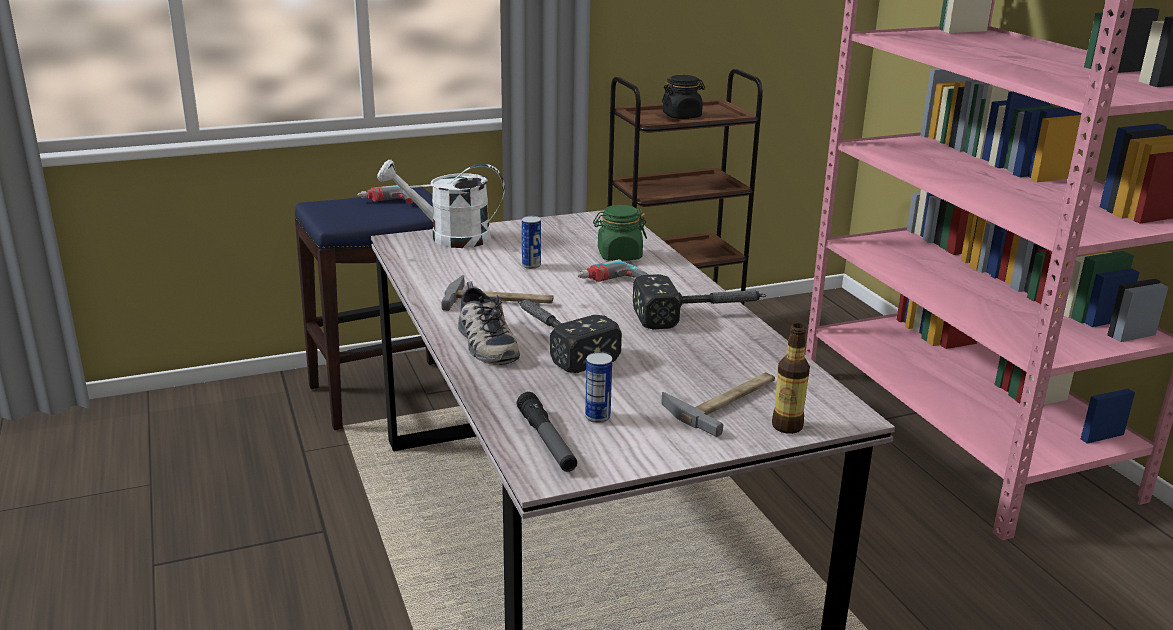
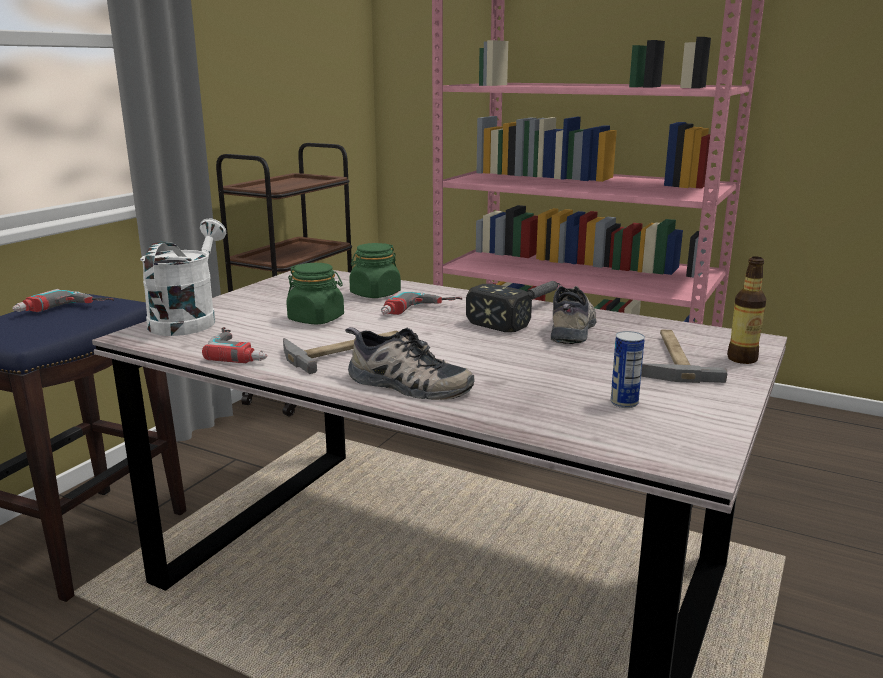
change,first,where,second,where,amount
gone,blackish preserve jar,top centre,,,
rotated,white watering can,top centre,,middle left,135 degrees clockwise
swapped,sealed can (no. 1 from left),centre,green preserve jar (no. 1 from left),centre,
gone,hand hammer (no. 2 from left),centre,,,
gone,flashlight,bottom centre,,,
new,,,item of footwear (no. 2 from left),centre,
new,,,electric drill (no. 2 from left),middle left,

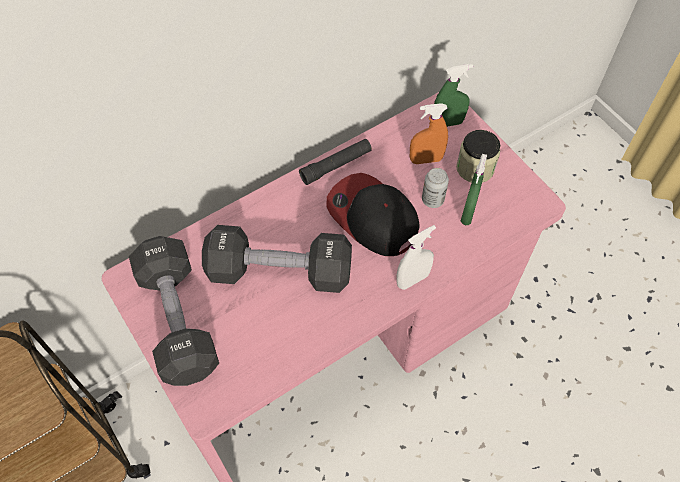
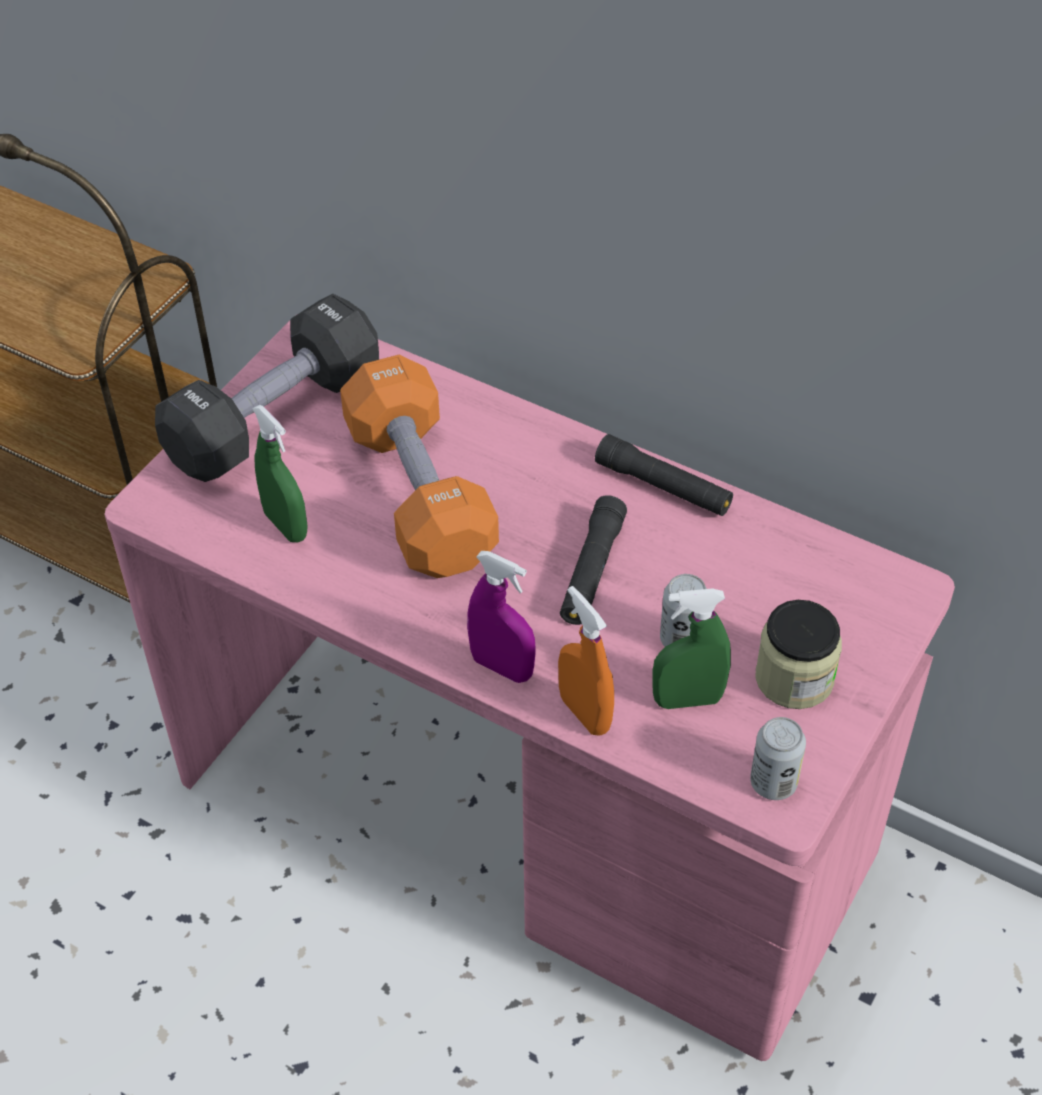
change,first,where,second,where,amount
shifted,green hand sprayer (no. 1 from left),top centre,,middle left,
shifted,orange hand sprayer,top centre,,centre,
swapped,peaked cap,centre,blackish flashlight (no. 1 from left),centre,
repainted,blackish hand weight (no. 2 from left),centre,orange hand weight,centre,
repainted,white hand sprayer,centre,purple hand sprayer,centre,
new,,,sealed can (no. 2 from left),bottom right,

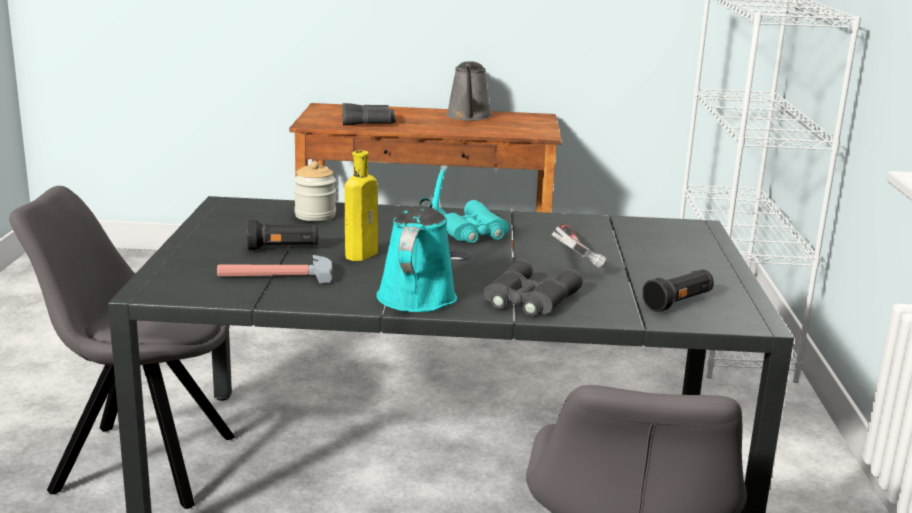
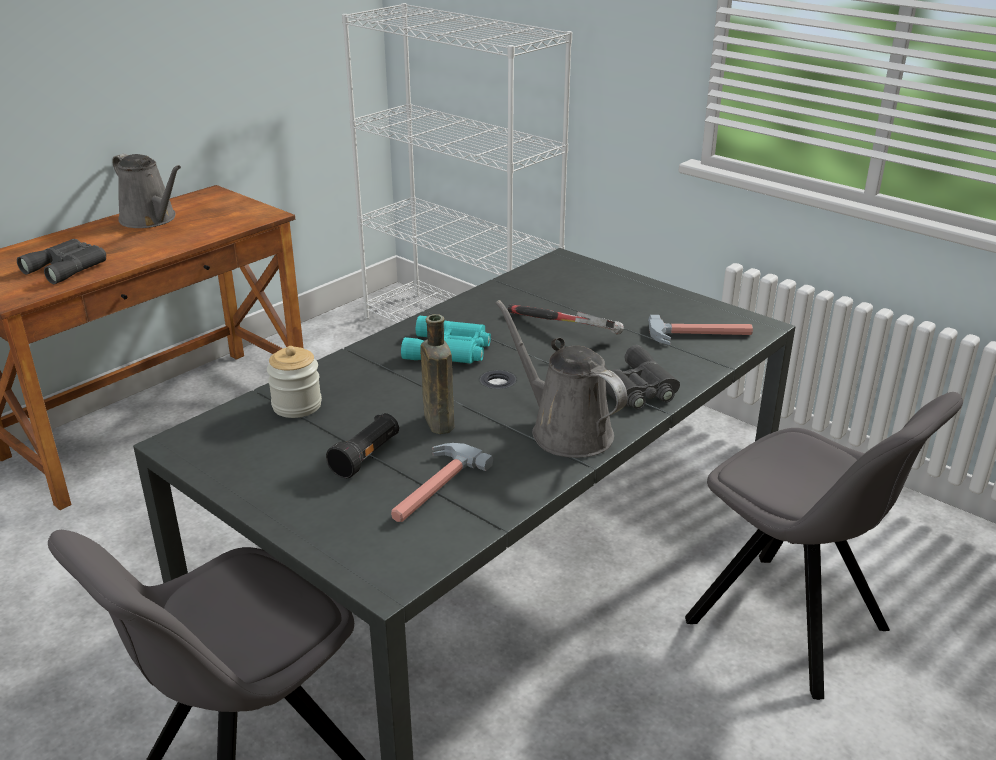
change,first,where,second,where,amount
repainted,yellow drink bottle,centre,brownish drink bottle,centre,
repainted,blue-green watering can,centre,grey watering can (no. 2 from left),centre,
swapped,blackish flashlight (no. 2 from left),middle right,hand hammer (no. 3 from left),middle right,

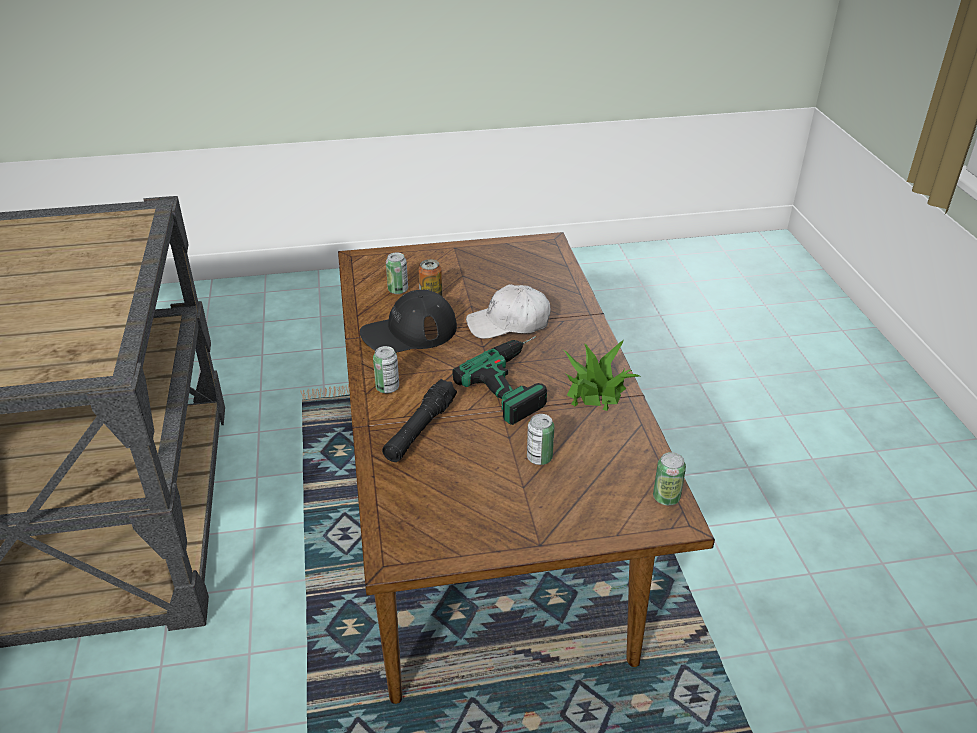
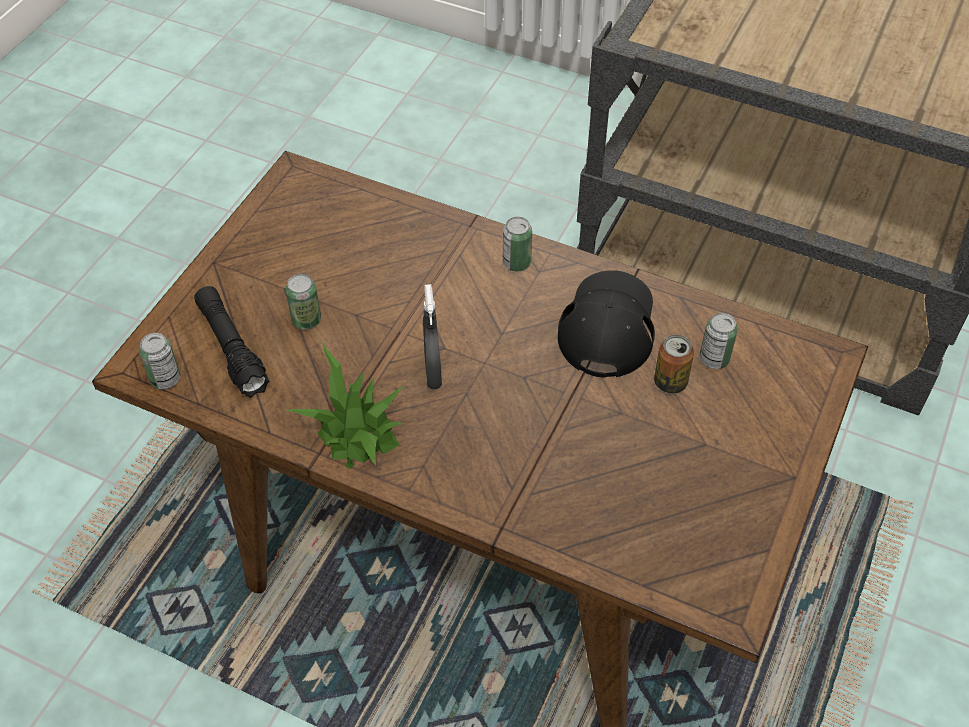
change,first,where,second,where,amount
gone,white peaked cap,centre,,,
swapped,electric drill,centre,grey hand sprayer,centre,
shifted,blackish flashlight,centre,,middle left,

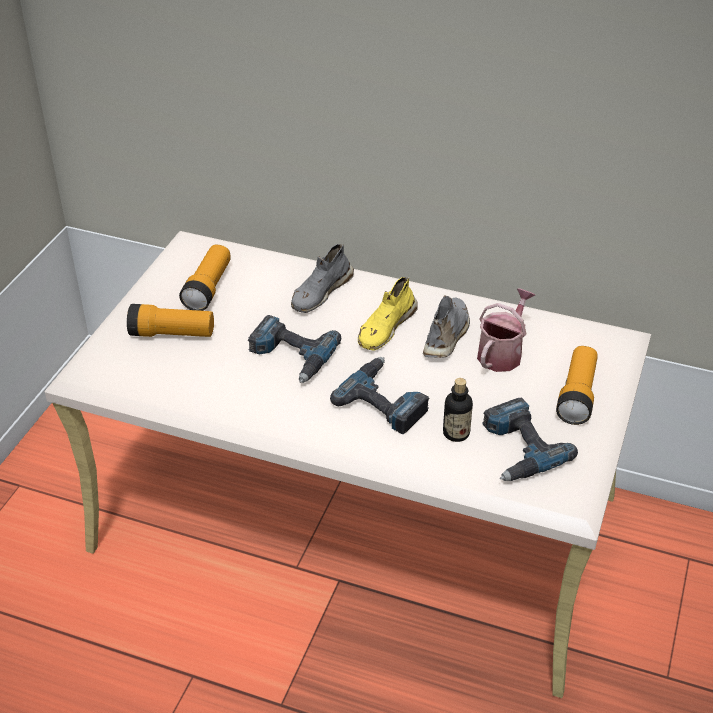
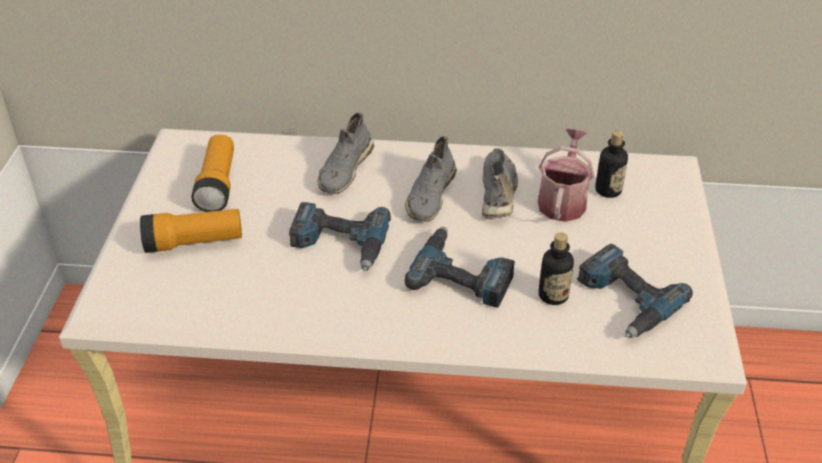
change,first,where,second,where,amount
repainted,yellow item of footwear,centre,grey item of footwear (no. 2 from left),centre,
gone,flashlight (no. 3 from left),middle right,,,
new,,,drink bottle (no. 2 from left),middle right,

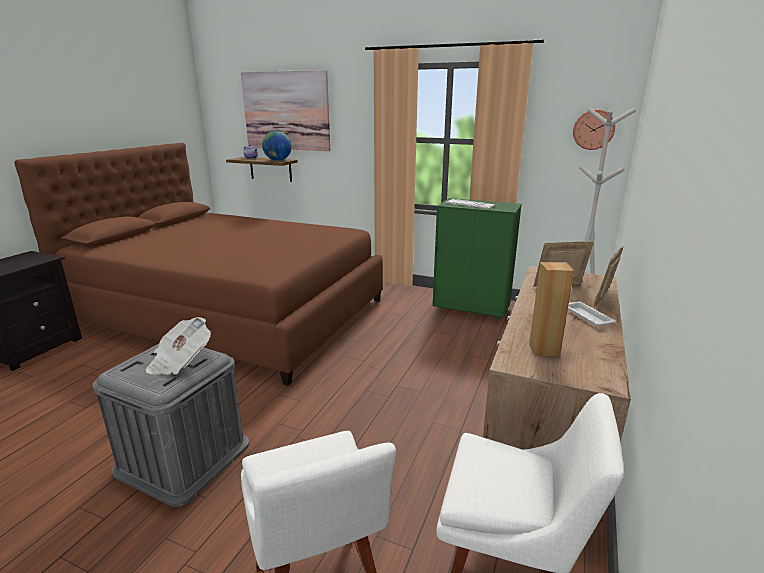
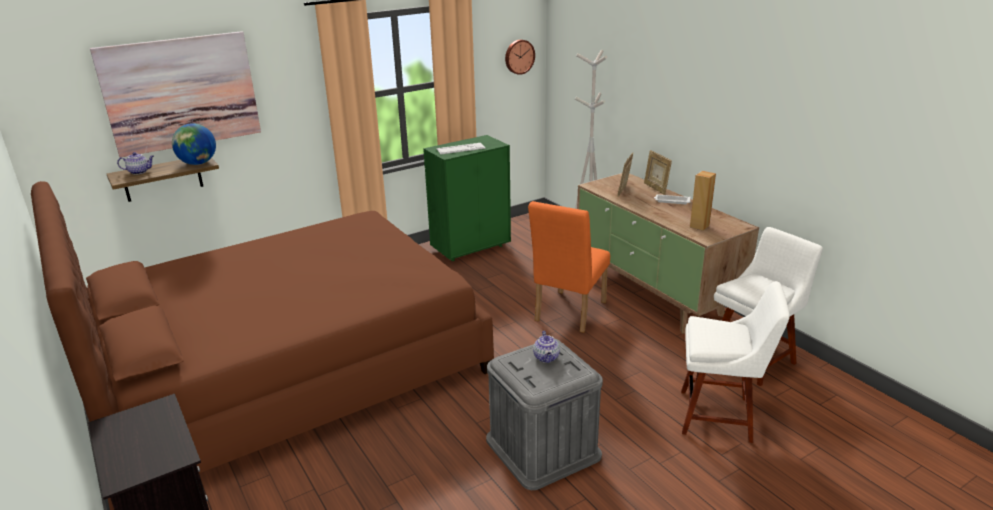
change,first,where,second,where,amount
swapped,newspaper,middle left,teapot (no. 2 from left),bottom centre,
new,,,orange chair,centre,

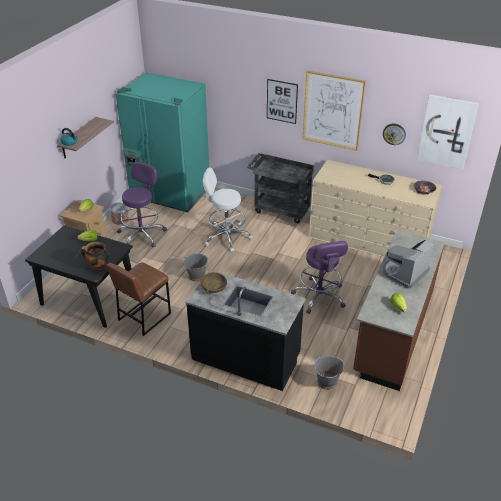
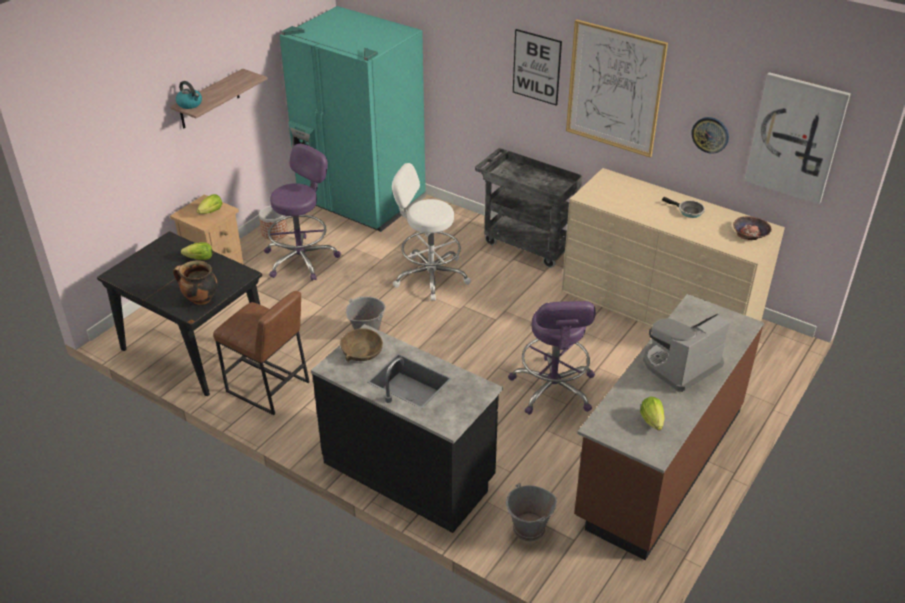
change,first,where,second,where,amount
rotated,brownish chair,middle left,,middle left,105 degrees counterclockwise

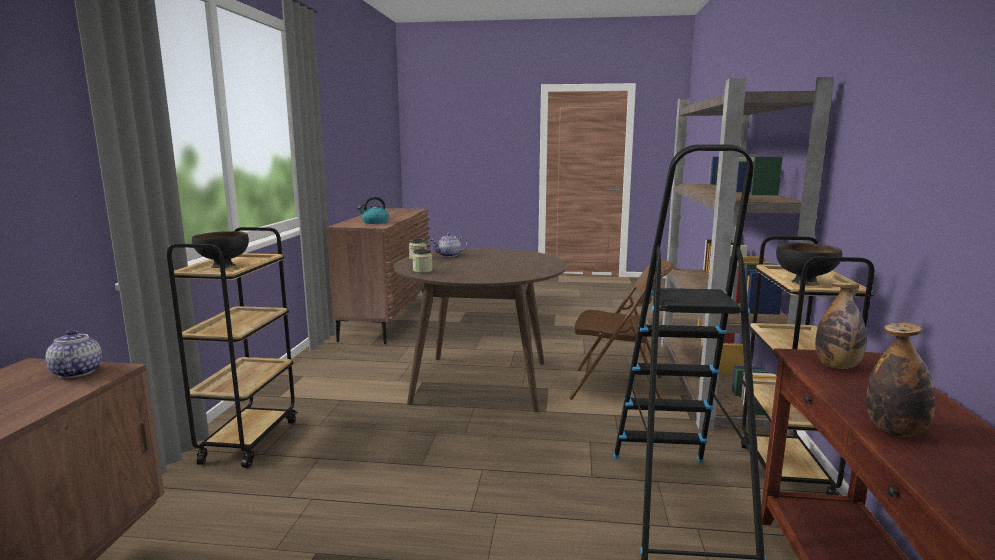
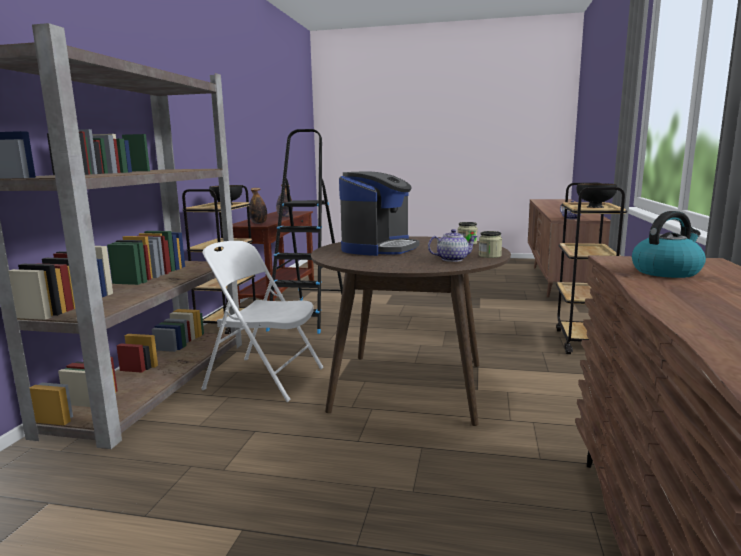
change,first,where,second,where,amount
repainted,brownish chair,centre,white chair,centre,
new,,,coffee maker,centre,

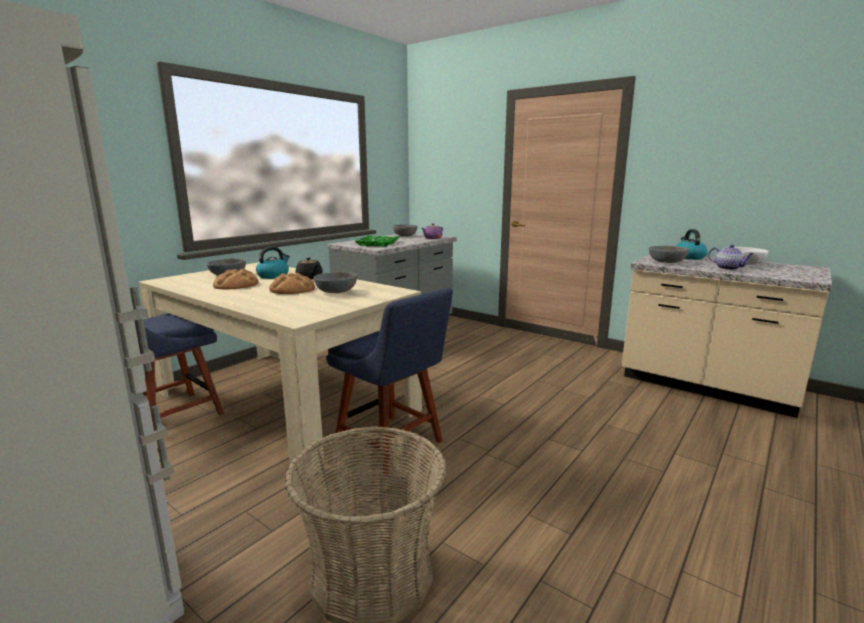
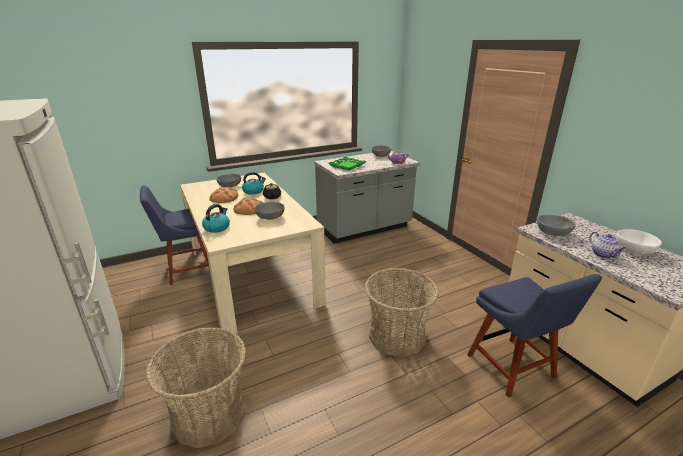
change,first,where,second,where,amount
shifted,kettle (no. 2 from left in the first image),middle right,kettle (no. 1 from left),middle left,
shifted,blue chair (no. 2 from left),centre,,bottom right,
new,,,basket (no. 2 from left),bottom centre,

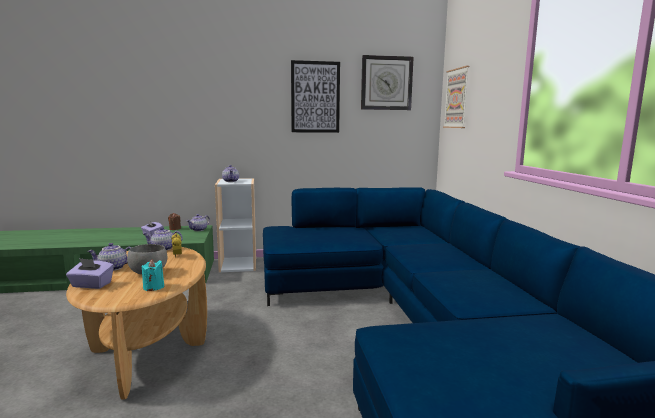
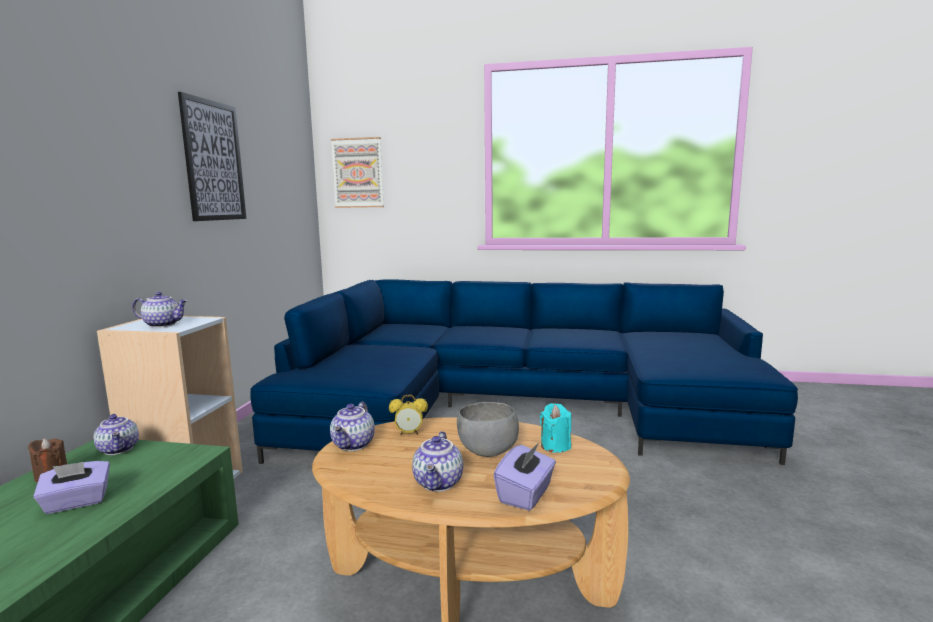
change,first,where,second,where,amount
gone,hanging clock,top centre,,,

